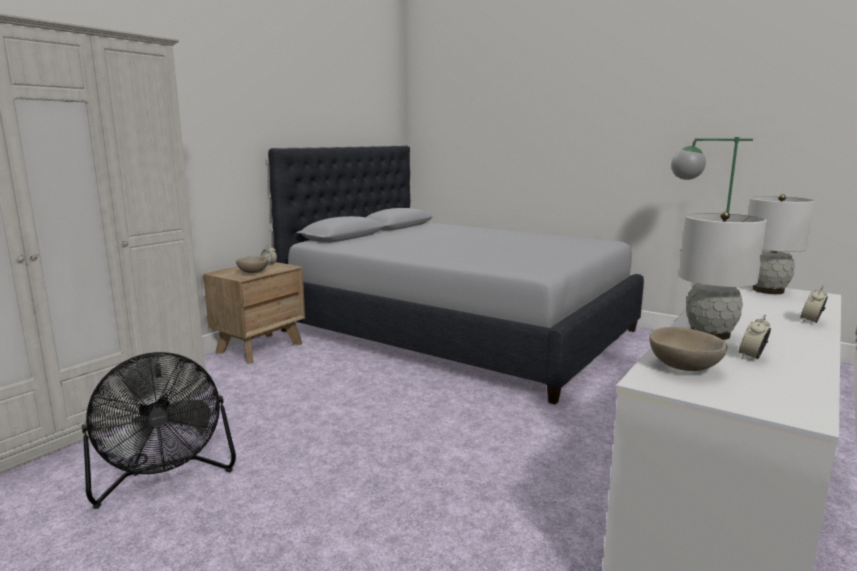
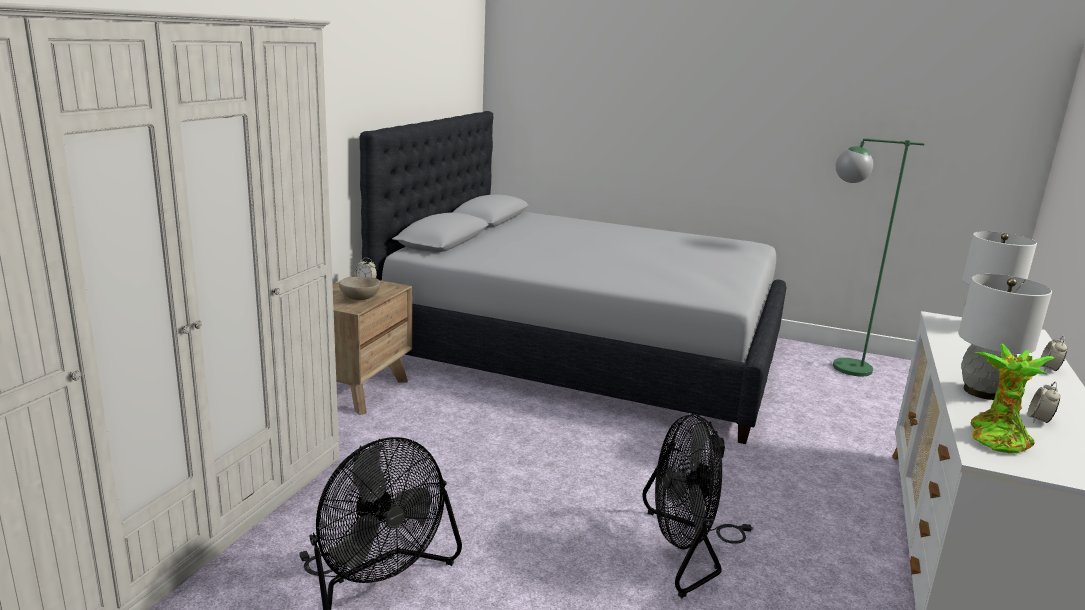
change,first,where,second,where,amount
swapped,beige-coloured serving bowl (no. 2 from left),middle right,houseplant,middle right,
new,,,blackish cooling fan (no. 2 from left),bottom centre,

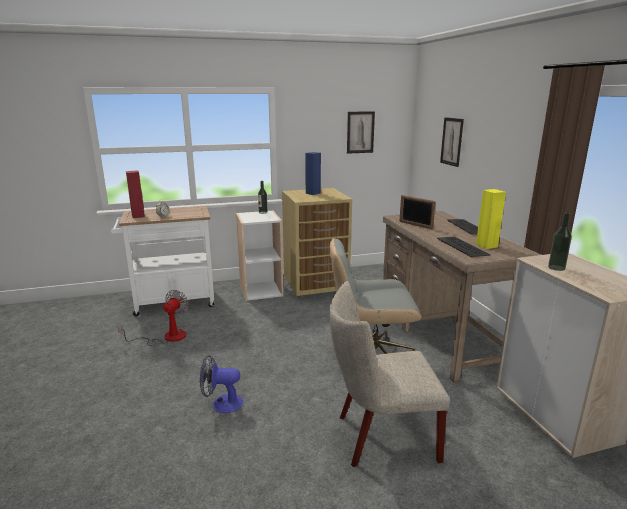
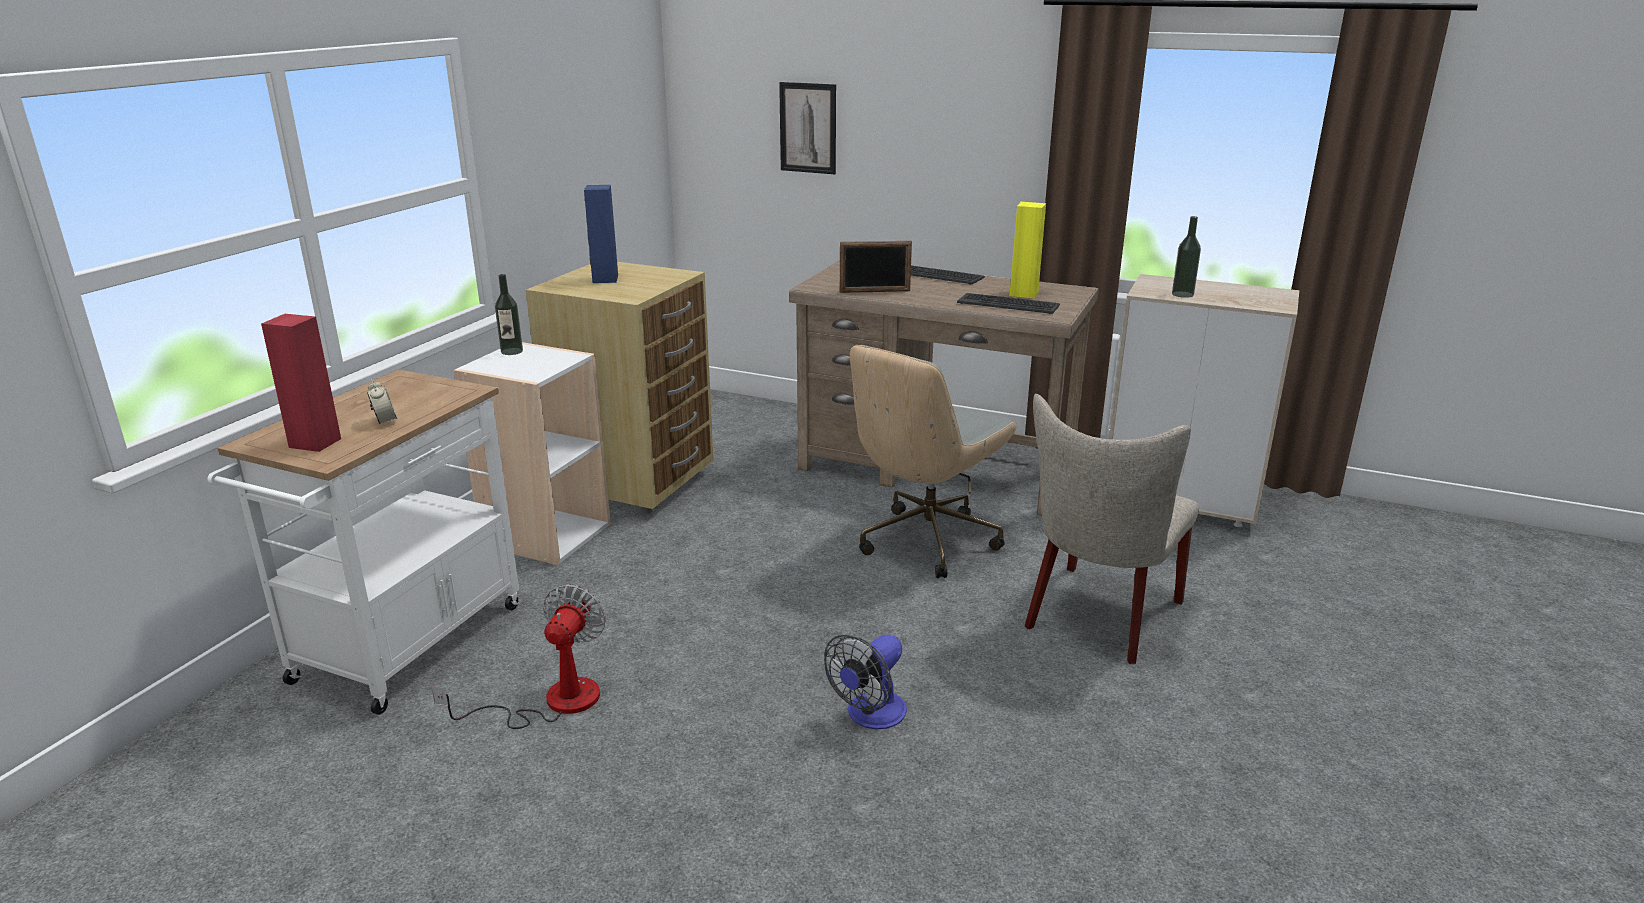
change,first,where,second,where,amount
gone,wall art (no. 1 from left),top centre,,,
rotated,cooling fan (no. 1 from left),middle left,,bottom left,45 degrees clockwise

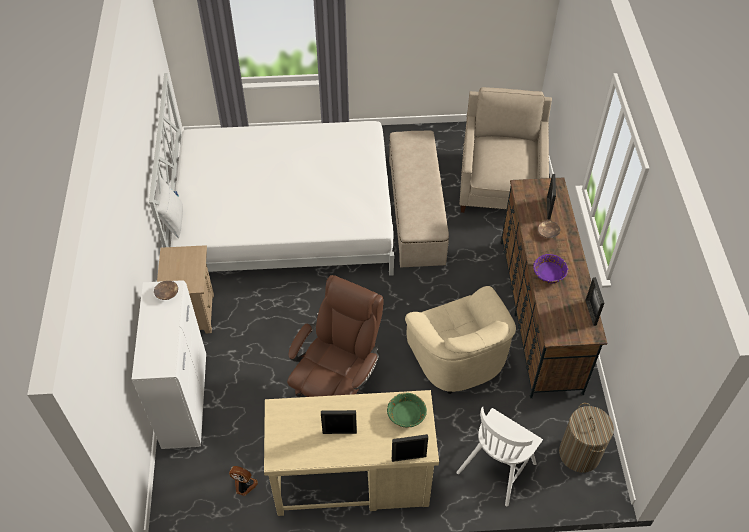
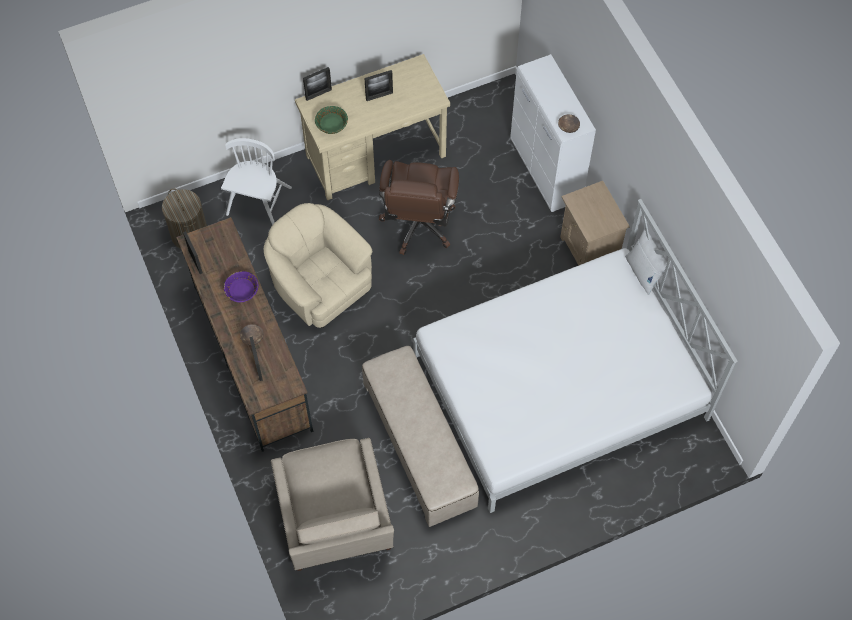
change,first,where,second,where,amount
gone,cooling fan,bottom left,,,

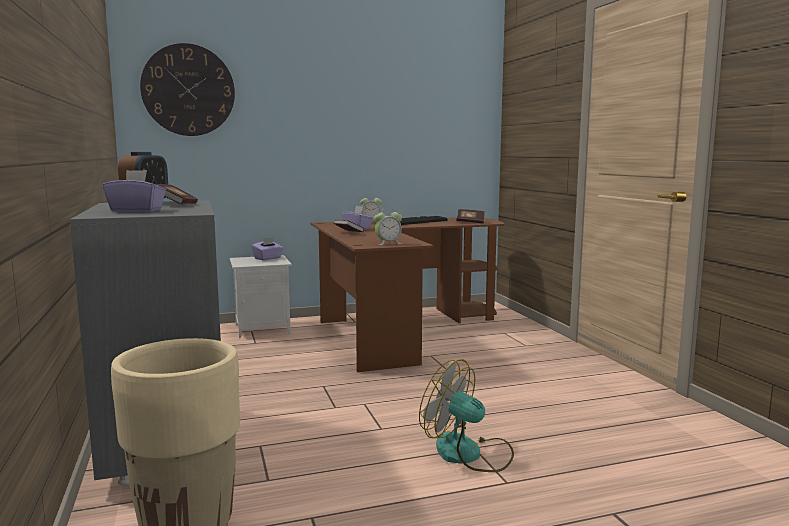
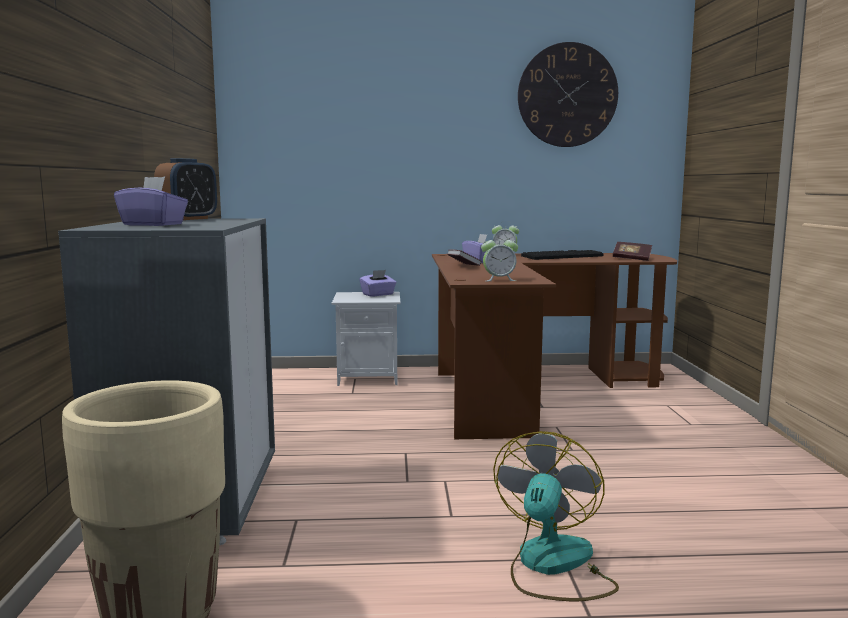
change,first,where,second,where,amount
shifted,hanging clock,top left,,top right,
gone,volume (no. 1 from left),middle left,,,
rotated,cooling fan,bottom centre,,bottom centre,60 degrees clockwise

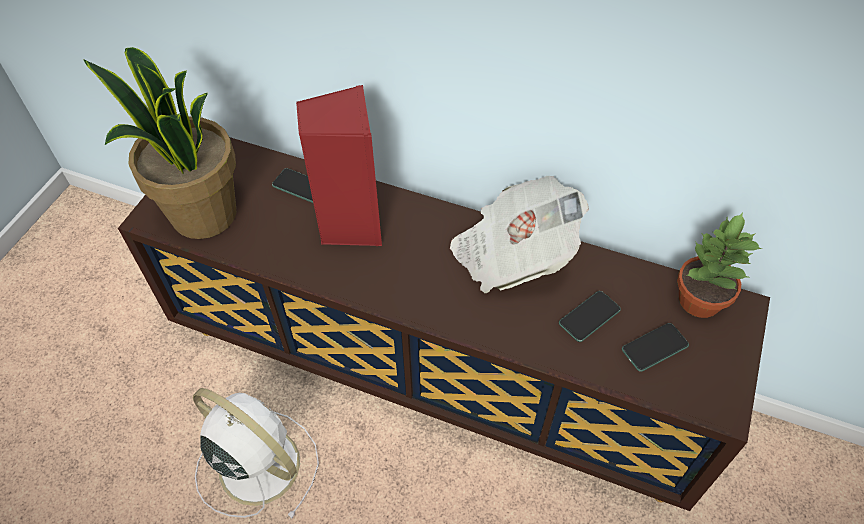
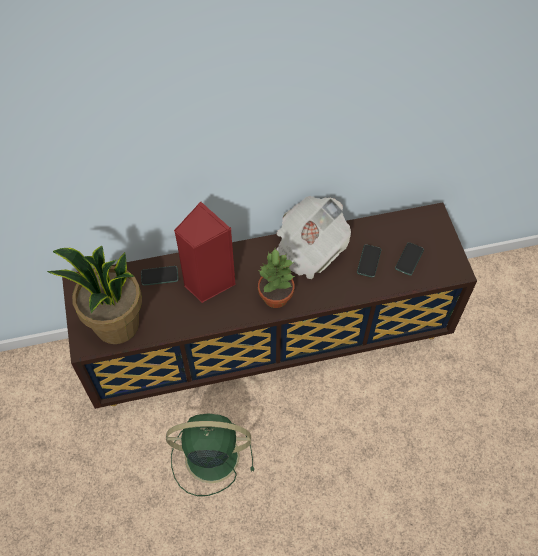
change,first,where,second,where,amount
shifted,houseplant (no. 2 from left),middle right,,centre,
repainted,white cooling fan,bottom left,green cooling fan,bottom centre,

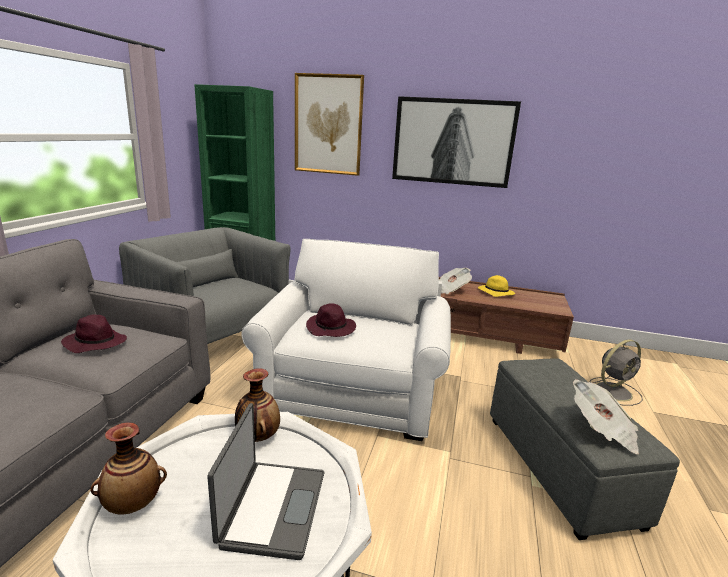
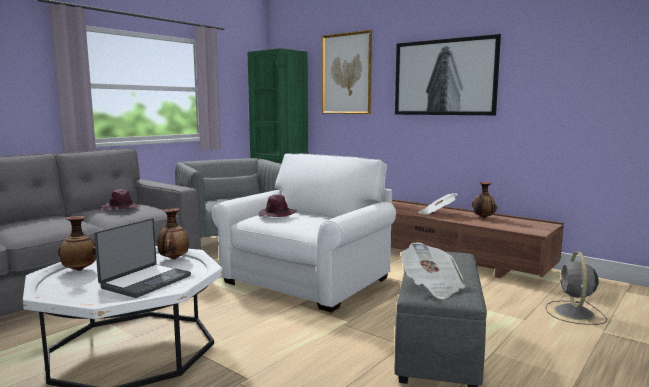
change,first,where,second,where,amount
swapped,yellow hat,middle right,decorative vase (no. 3 from left),middle right,
rotated,grey cooling fan,middle right,,bottom right,105 degrees clockwise

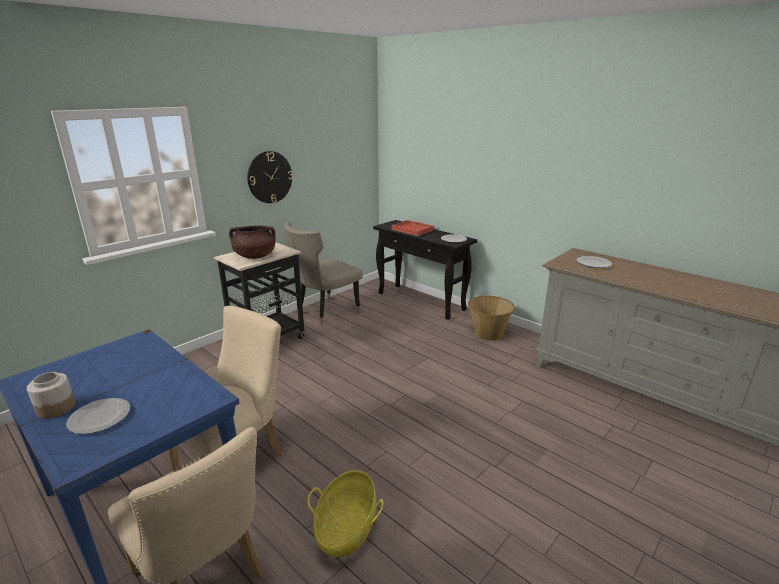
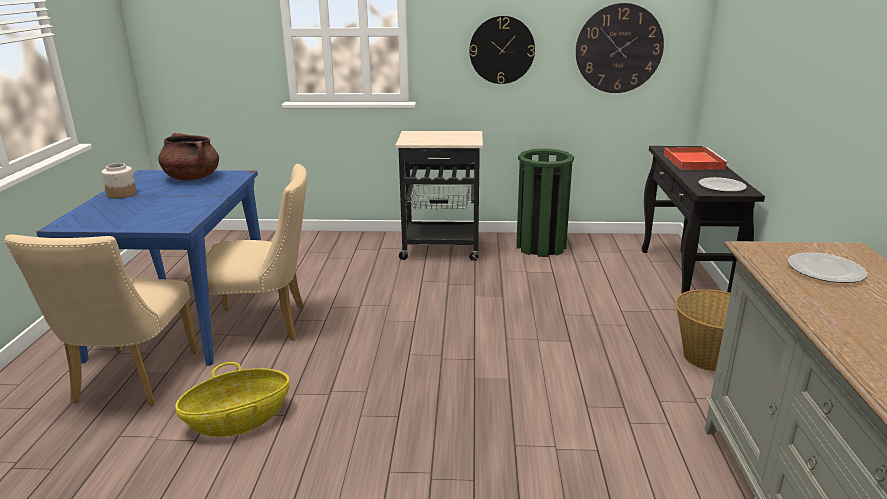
change,first,where,second,where,amount
swapped,beige-coloured chair (no. 3 from left),centre,green trash can,centre,
shifted,brownish stockpot,middle left,,top left,
gone,flat dish (no. 1 from left),bottom left,,,
new,,,hanging clock (no. 2 from left),top right,

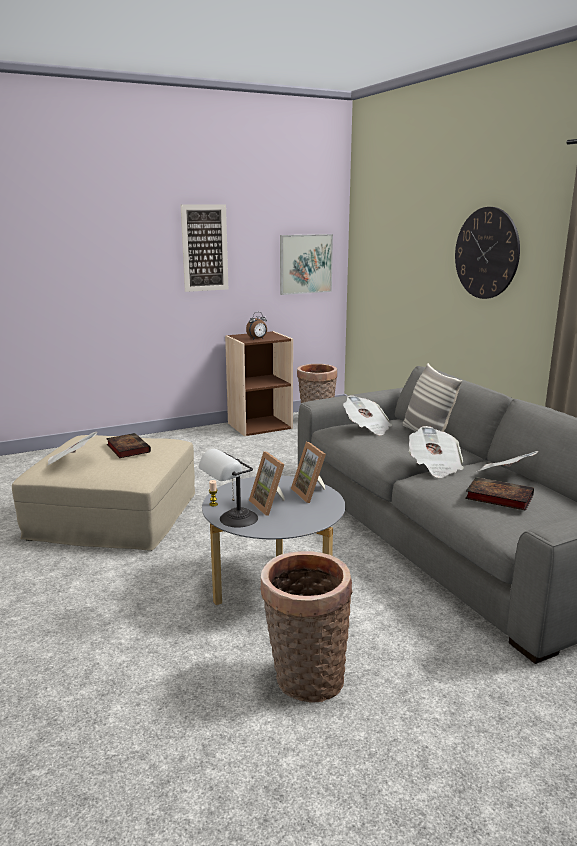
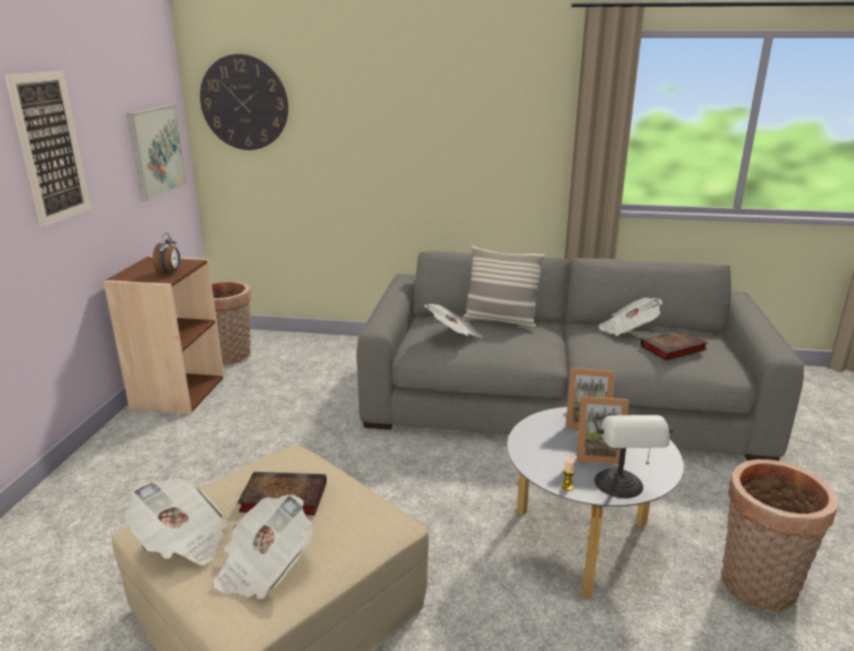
change,first,where,second,where,amount
shifted,hanging clock,top right,,top left,
shifted,newspaper (no. 3 from left in the first image),middle right,newspaper (no. 1 from left),bottom left,

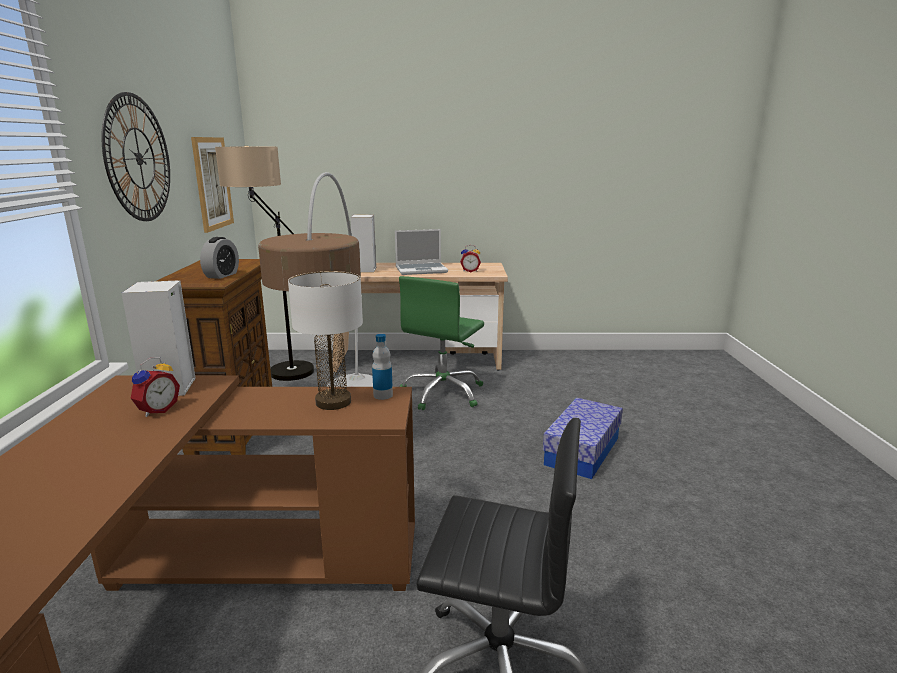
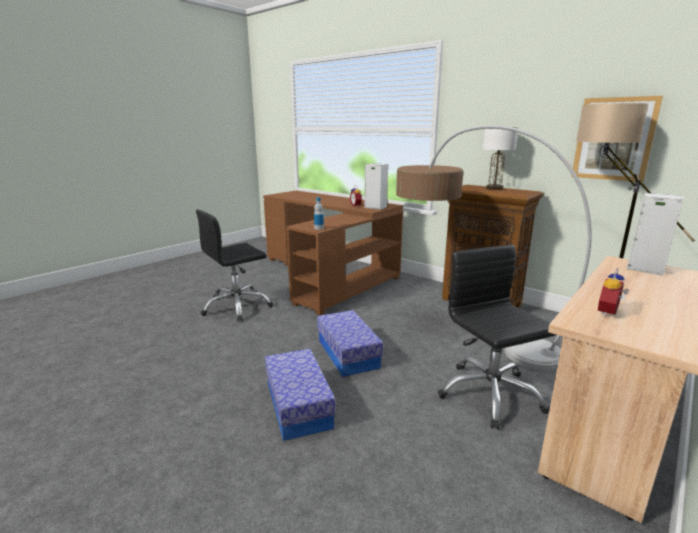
change,first,where,second,where,amount
gone,hanging clock,top left,,,
gone,portable computer,centre,,,
gone,alarm clock (no. 2 from left),middle left,,,
shifted,table lamp,centre,,top right,
repainted,green desk chair,centre,blackish desk chair (no. 2 from left),middle right,
new,,,storage container (no. 2 from left),centre,

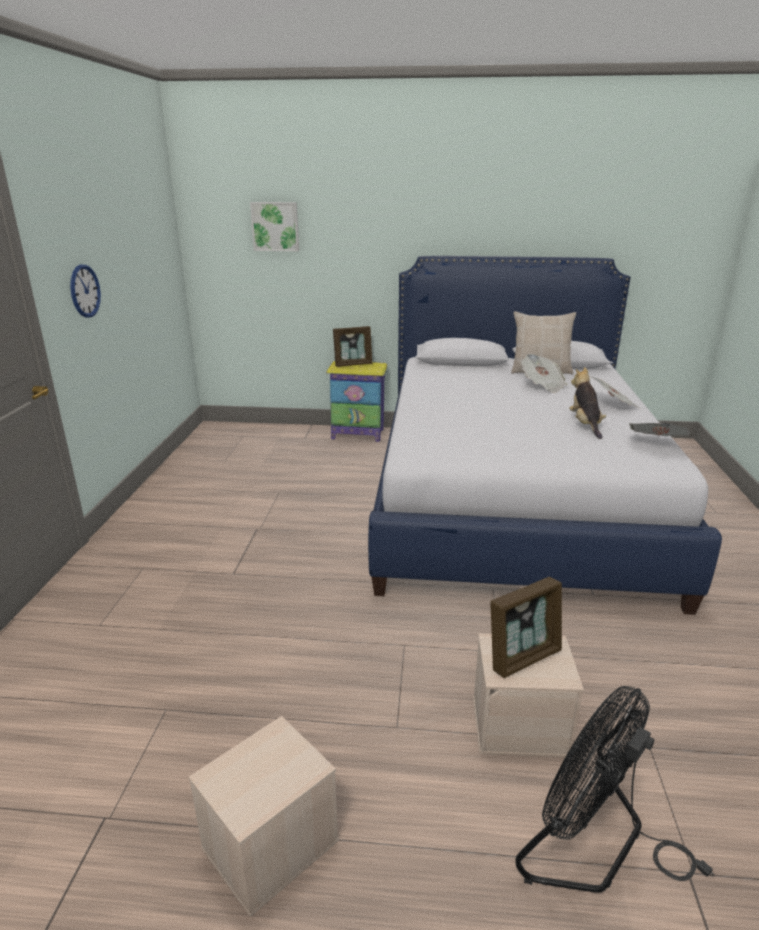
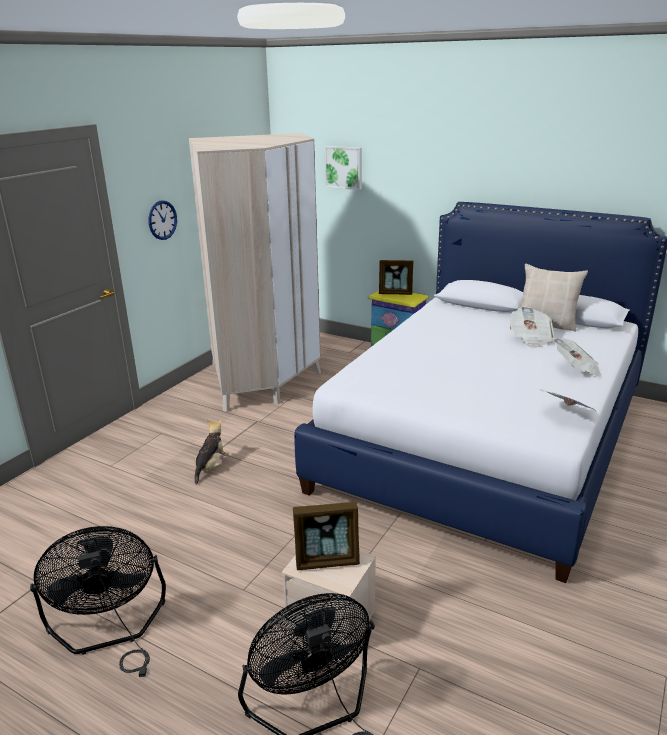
change,first,where,second,where,amount
shifted,cuddly toy,middle right,,middle left,
swapped,beige-coloured storage container (no. 1 from left),bottom centre,blackish cooling fan (no. 1 from left),bottom left,
new,,,beige-coloured clothes cupboard,centre,

